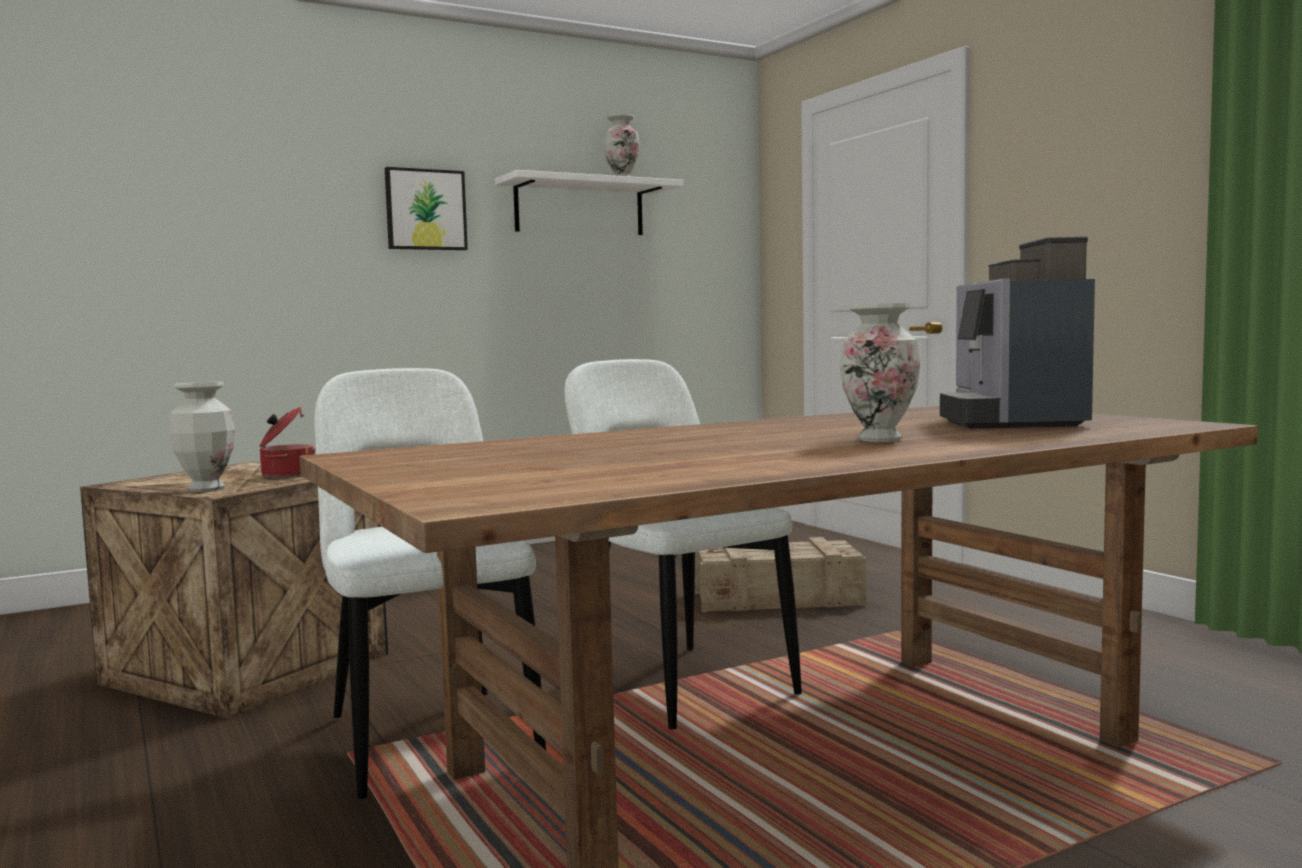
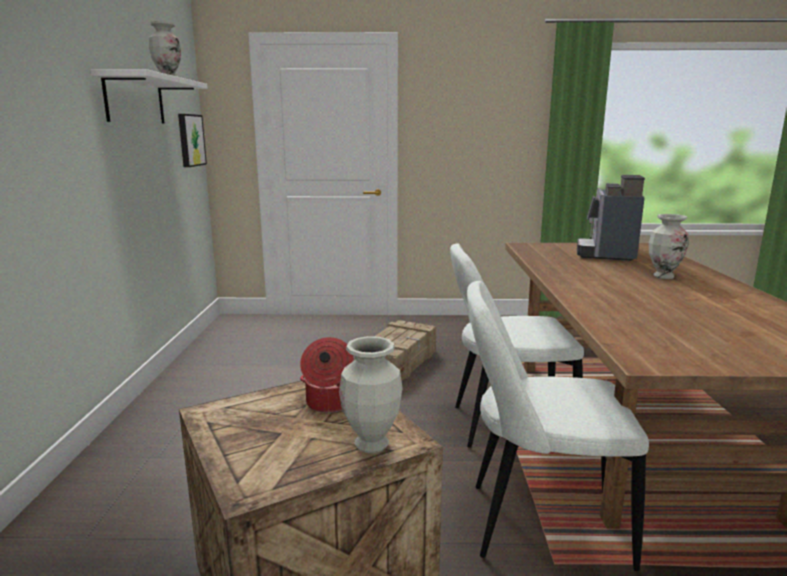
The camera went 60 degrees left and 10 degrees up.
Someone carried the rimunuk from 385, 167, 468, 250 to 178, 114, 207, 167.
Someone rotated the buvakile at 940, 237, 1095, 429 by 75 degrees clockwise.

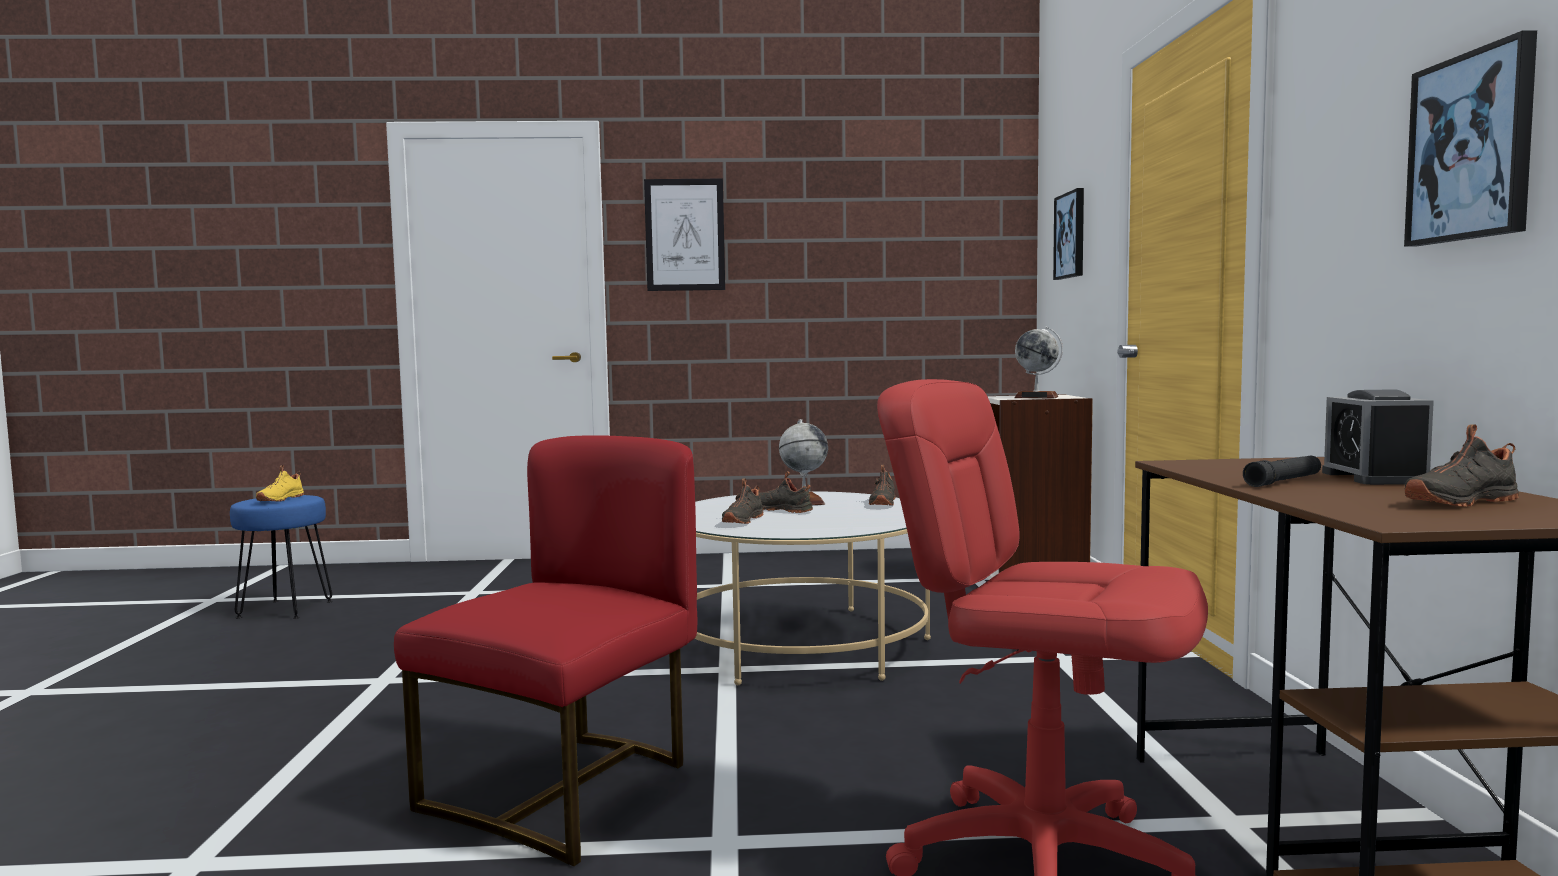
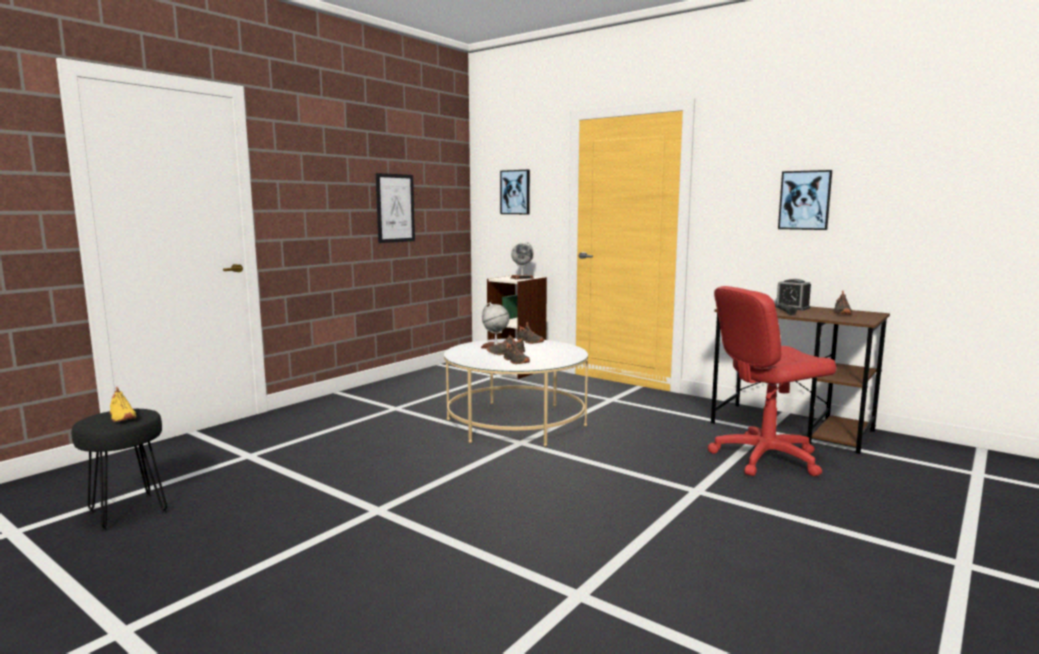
The camera went 50 degrees left and 5 degrees up.
Someone carried the rimunuk from 644, 179, 725, 291 to 376, 173, 415, 243.
Someone took away the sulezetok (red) at 394, 435, 697, 866.
Someone repainted the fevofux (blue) at 230, 495, 333, 619, which became the fevofux (black) at 72, 409, 168, 532.

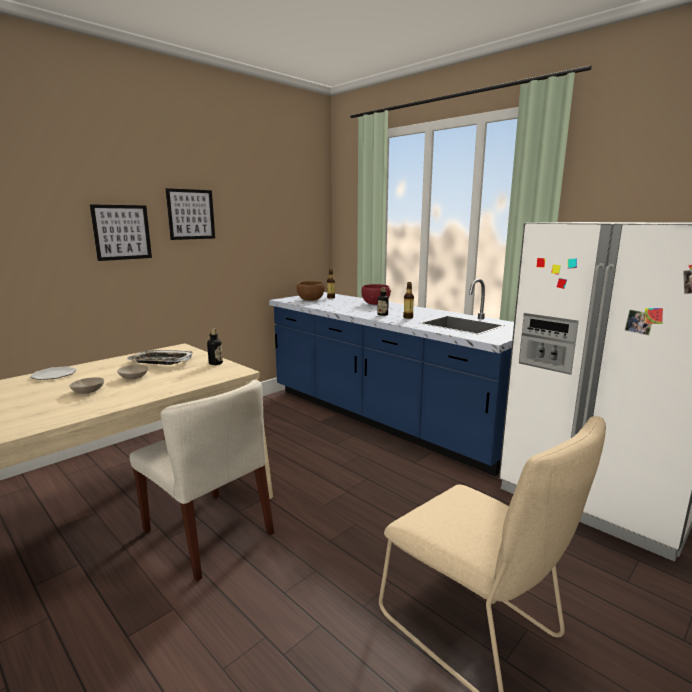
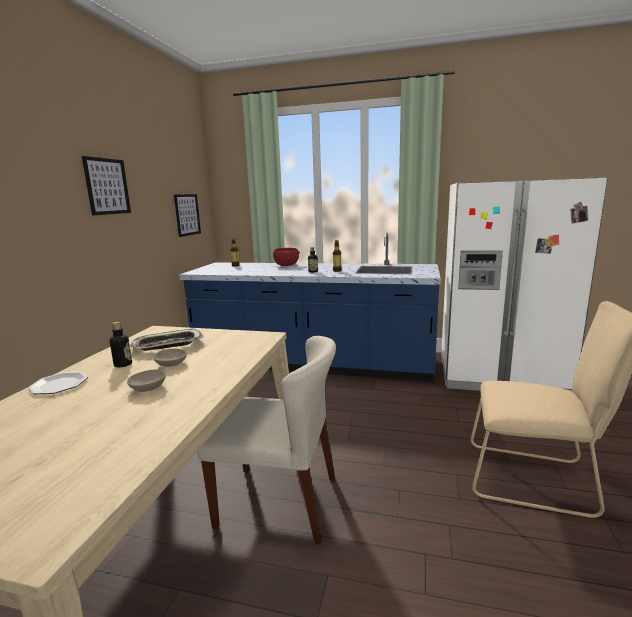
The camera went 30 degrees left and 0 degrees up.
Someone carried the rimunuk from 90, 204, 152, 261 to 174, 194, 201, 237.
Someone took away the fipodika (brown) at 297, 281, 325, 301.
Someone carried the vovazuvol from 207, 328, 223, 365 to 110, 322, 132, 367.

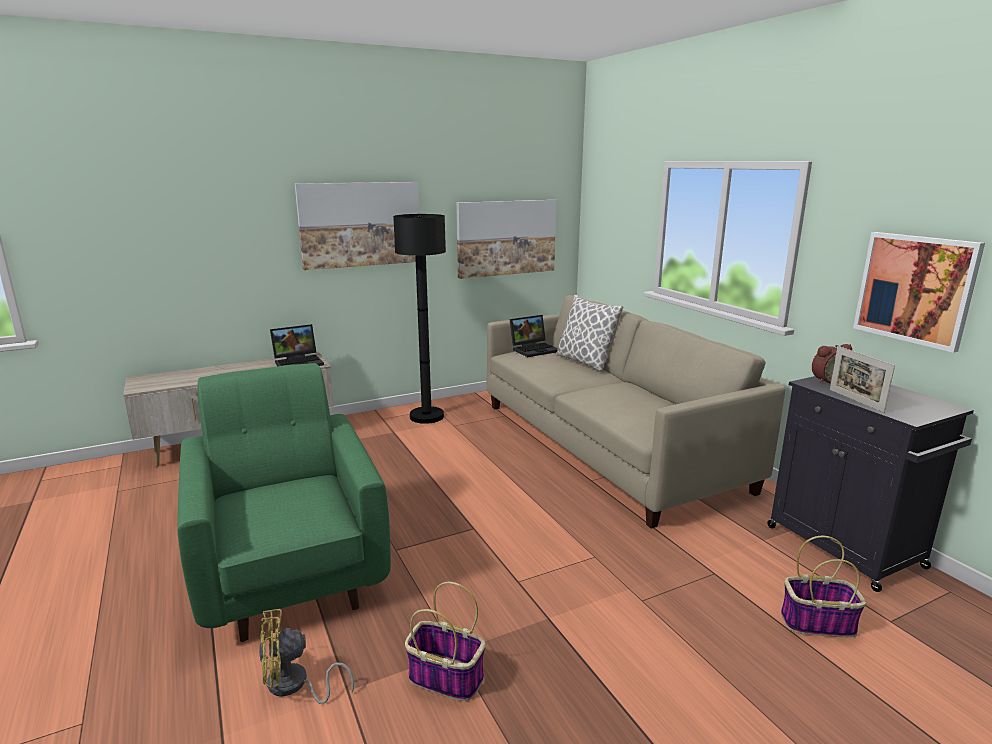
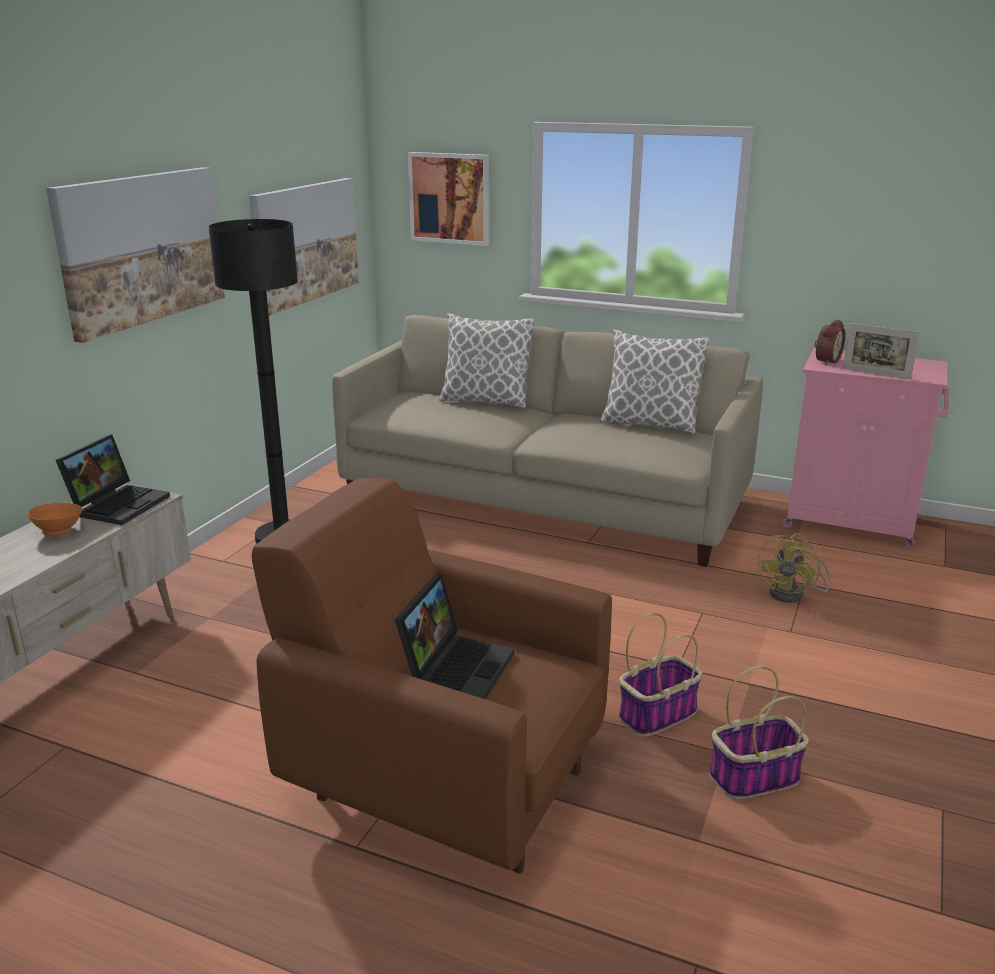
The camera went 40 degrees left and 5 degrees up.
Someone carried the rimunuk from 853, 232, 985, 353 to 408, 152, 489, 246.
Someone carried the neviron from 510, 315, 558, 357 to 395, 574, 515, 699.
Someone repainted the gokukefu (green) at 177, 363, 391, 642, which became the gokukefu (brown) at 252, 478, 612, 873.
Someone repainted the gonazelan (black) at 767, 376, 974, 592, which became the gonazelan (pink) at 782, 348, 949, 548.
Someone carried the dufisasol from 781, 536, 866, 638 to 619, 613, 702, 737.
Someone carried the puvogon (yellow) from 259, 609, 354, 704 to 757, 533, 830, 603.
Someone put down the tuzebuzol at 600, 329, 709, 434.
Someone put down the fipodika (orange) at 27, 502, 82, 536.

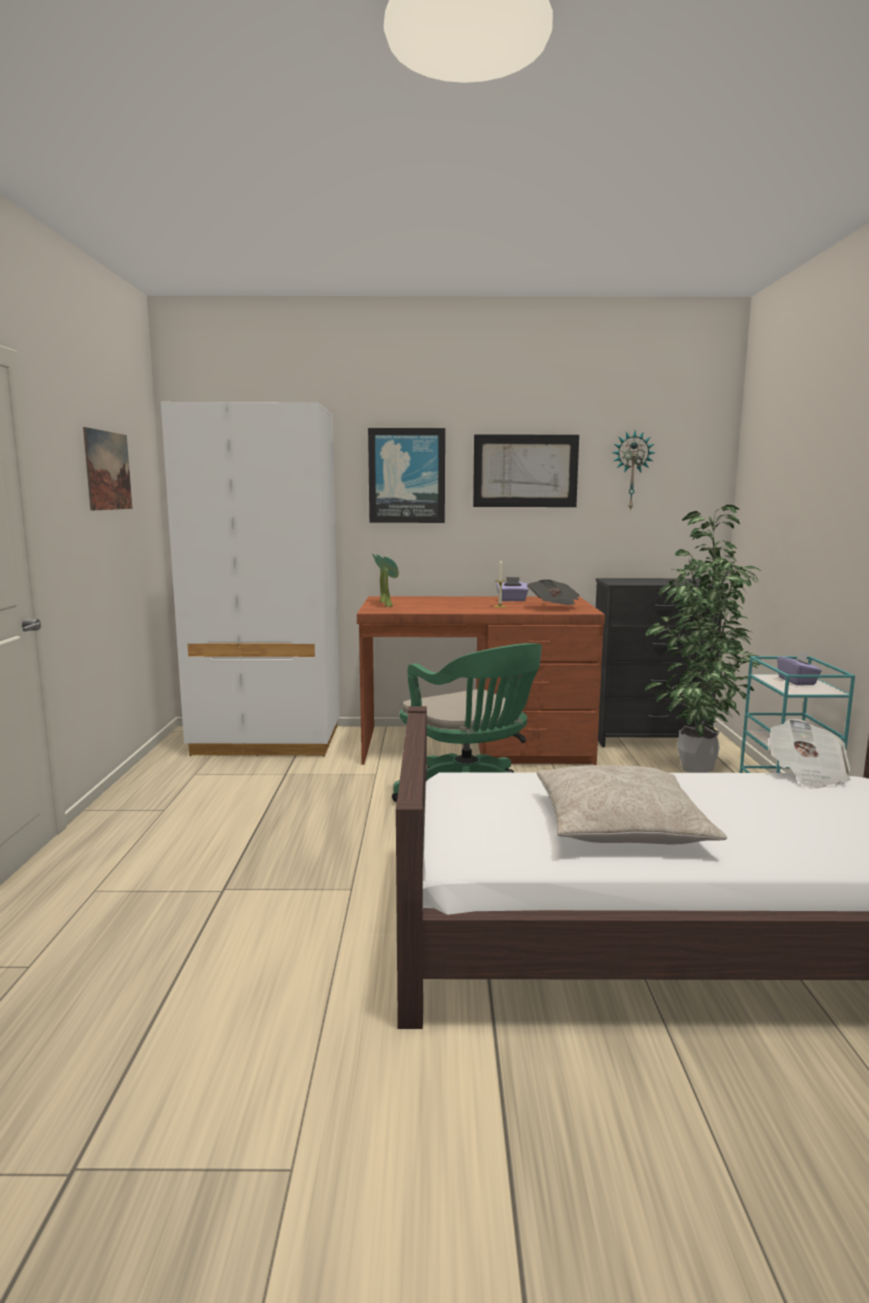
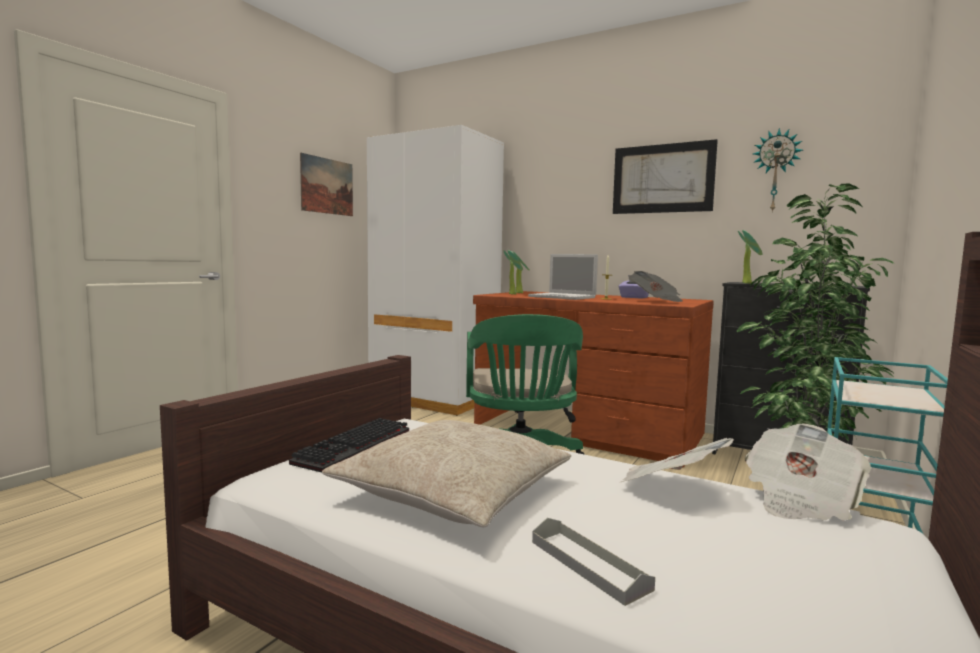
The camera went 30 degrees right and 5 degrees down.
Someone took away the rimunuk at 368, 428, 445, 523.
Someone took away the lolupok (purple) at 777, 650, 822, 685.
Someone put down the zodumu at 738, 230, 763, 284.
Someone put down the neviron at 528, 254, 598, 300.
Someone put down the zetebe at 289, 418, 409, 473.
Someone put down the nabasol at 619, 438, 734, 483.
Someone put down the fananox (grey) at 532, 518, 655, 606.

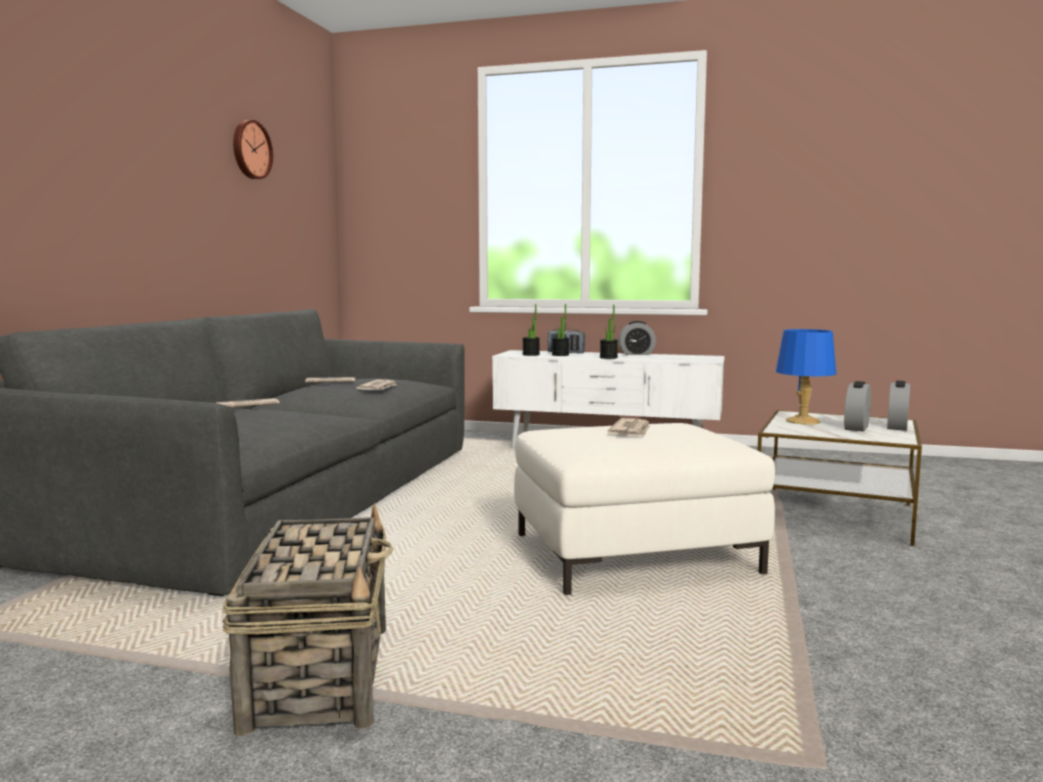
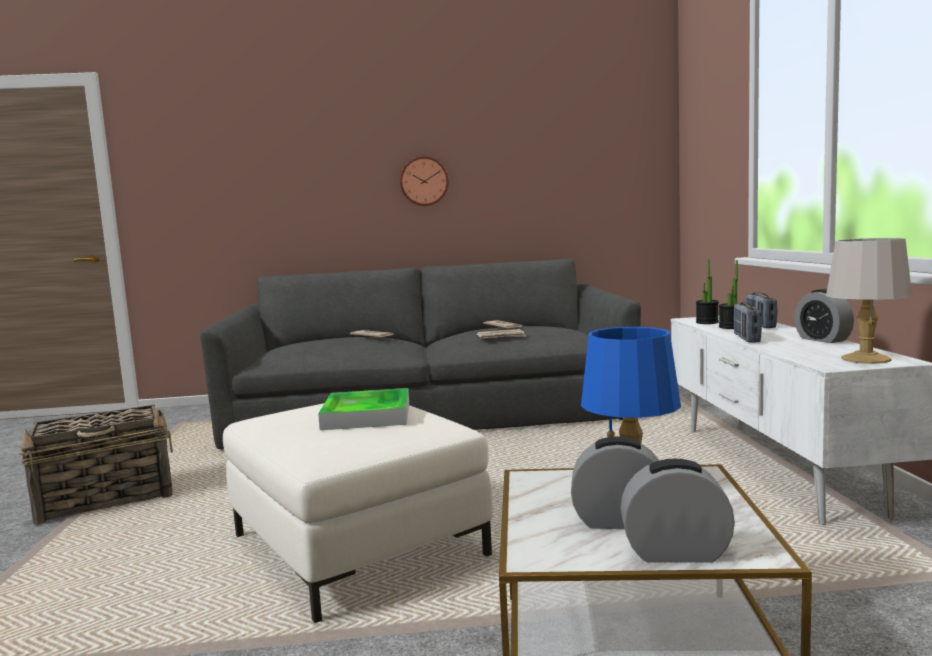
The camera went 70 degrees right and 0 degrees up.
Someone carried the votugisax from 233, 120, 273, 179 to 400, 156, 449, 206.
Someone swapped the zodumu at 600, 305, 618, 359 for the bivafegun at 734, 302, 762, 343.
Someone swapped the nabasol at 607, 418, 650, 436 for the fananox at 318, 388, 409, 430.
Someone put down the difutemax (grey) at 826, 238, 912, 364.

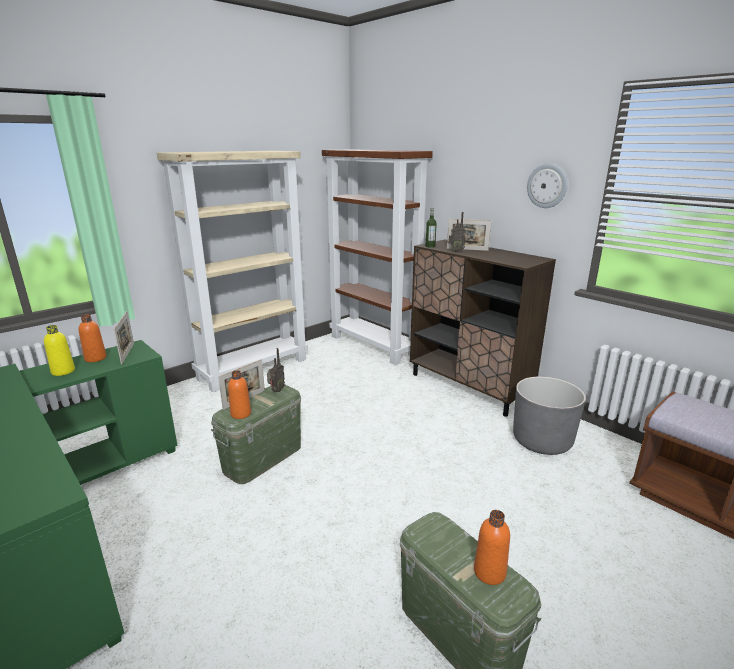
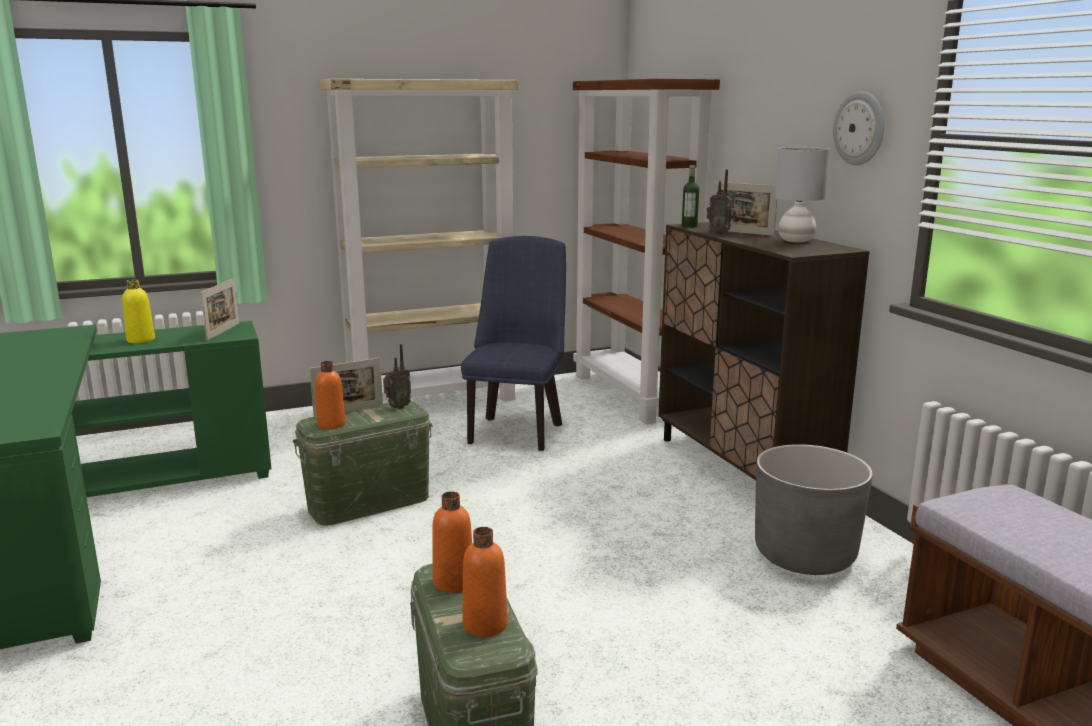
The camera went 20 degrees right and 5 degrees down.
Someone carried the vovazuvol (orange) from 79, 314, 106, 362 to 432, 491, 472, 593.
Someone put down the difutemax (grey) at 775, 147, 830, 243.
Someone put down the sulezetok (blue) at 461, 236, 566, 451.

